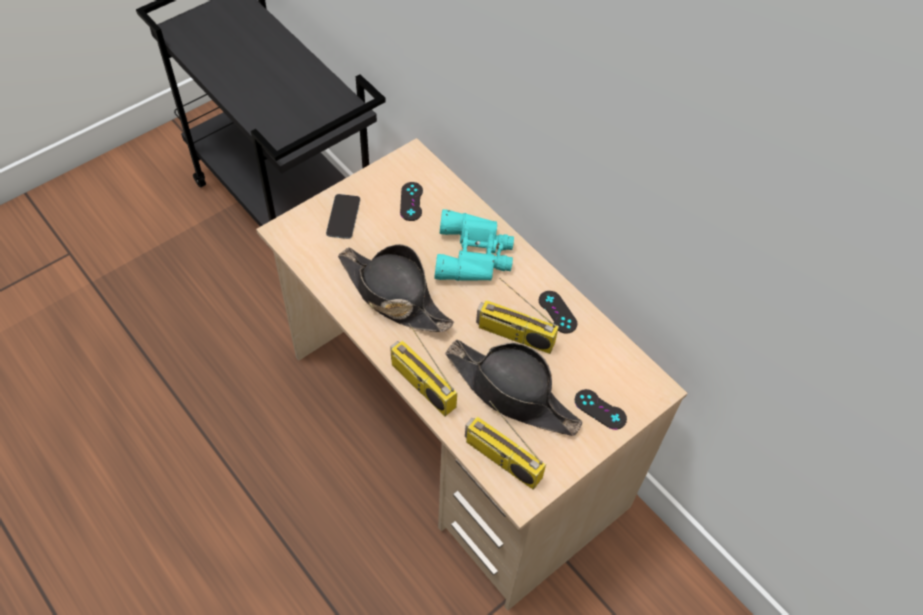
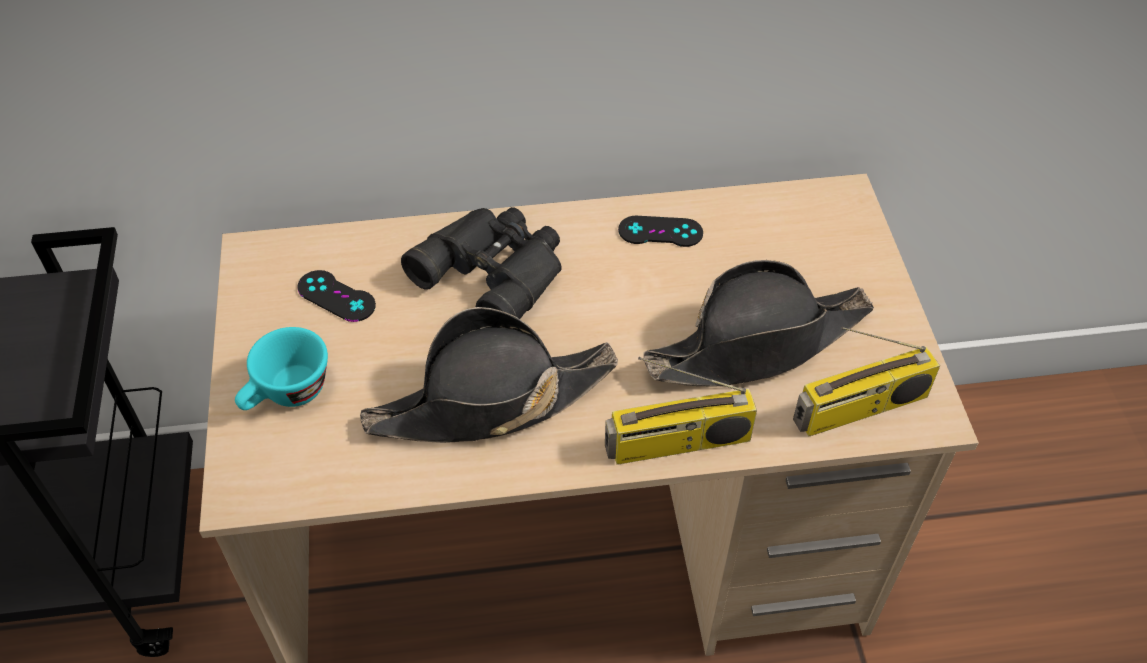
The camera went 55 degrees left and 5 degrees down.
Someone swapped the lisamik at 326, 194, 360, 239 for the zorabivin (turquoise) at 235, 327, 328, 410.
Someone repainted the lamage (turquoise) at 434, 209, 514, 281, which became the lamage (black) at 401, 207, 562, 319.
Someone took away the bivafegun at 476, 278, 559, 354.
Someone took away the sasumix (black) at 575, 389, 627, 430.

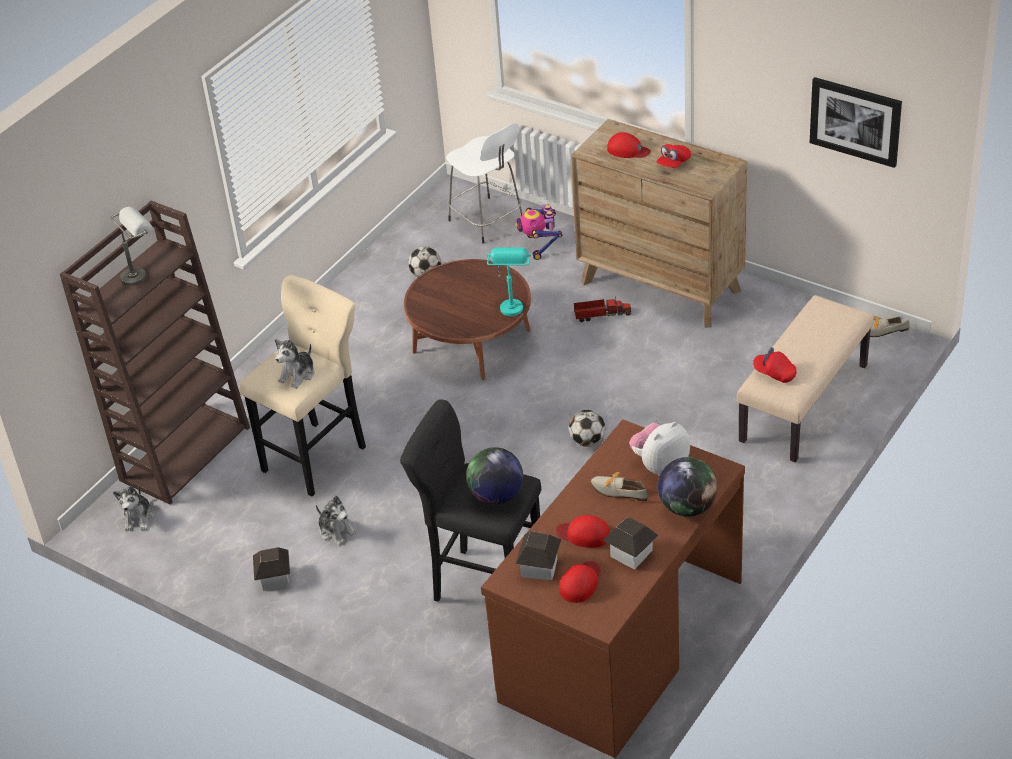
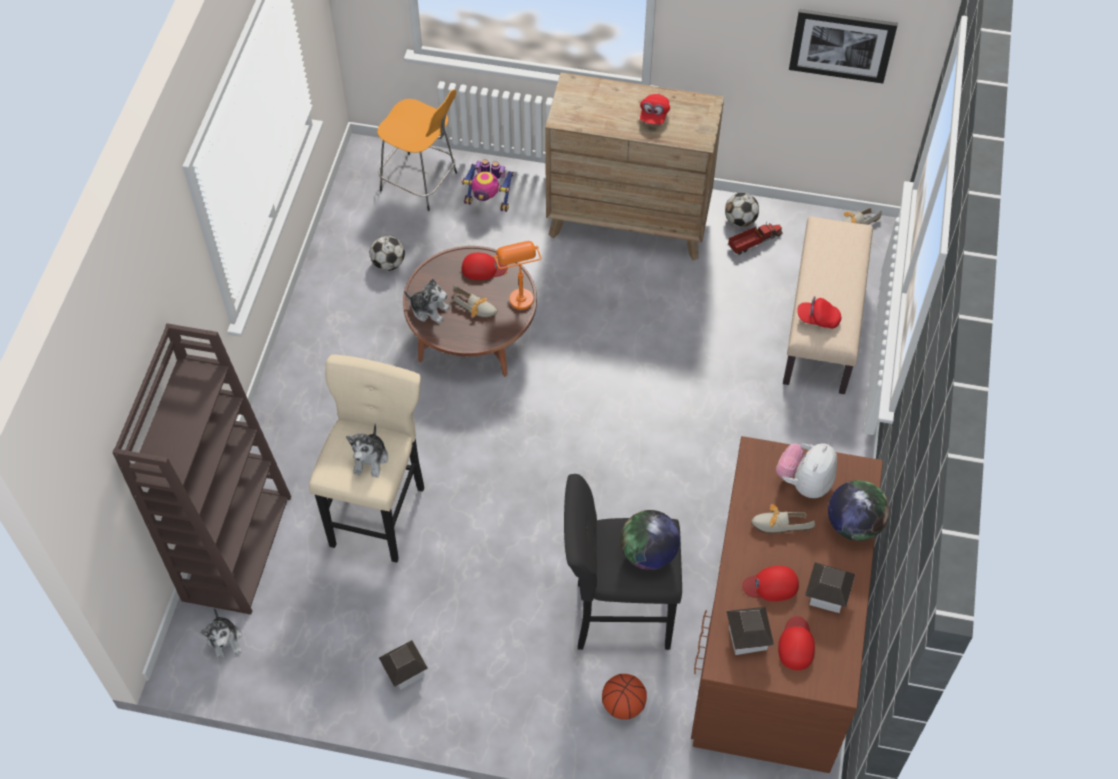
The camera went 25 degrees left and 15 degrees up.
Someone repainted the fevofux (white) at 446, 123, 523, 244, which became the fevofux (orange) at 377, 89, 457, 211.
Someone carried the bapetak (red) from 607, 132, 651, 158 to 462, 253, 508, 280.
Someone rotated the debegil at 516, 204, 562, 260 by 45 degrees counterclockwise.
Someone took away the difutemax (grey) at 111, 207, 154, 286.
Someone repainted the difutemax (turquoise) at 487, 247, 531, 316, which became the difutemax (orange) at 493, 241, 541, 310.
Someone carried the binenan from 574, 297, 632, 322 to 728, 223, 783, 255.
Someone carried the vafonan from 569, 410, 605, 447 to 725, 193, 759, 227.
Someone carried the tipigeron from 316, 496, 357, 545 to 404, 279, 450, 323.
Someone put down the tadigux at 453, 285, 498, 318.
Someone put down the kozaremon at 602, 674, 647, 720.

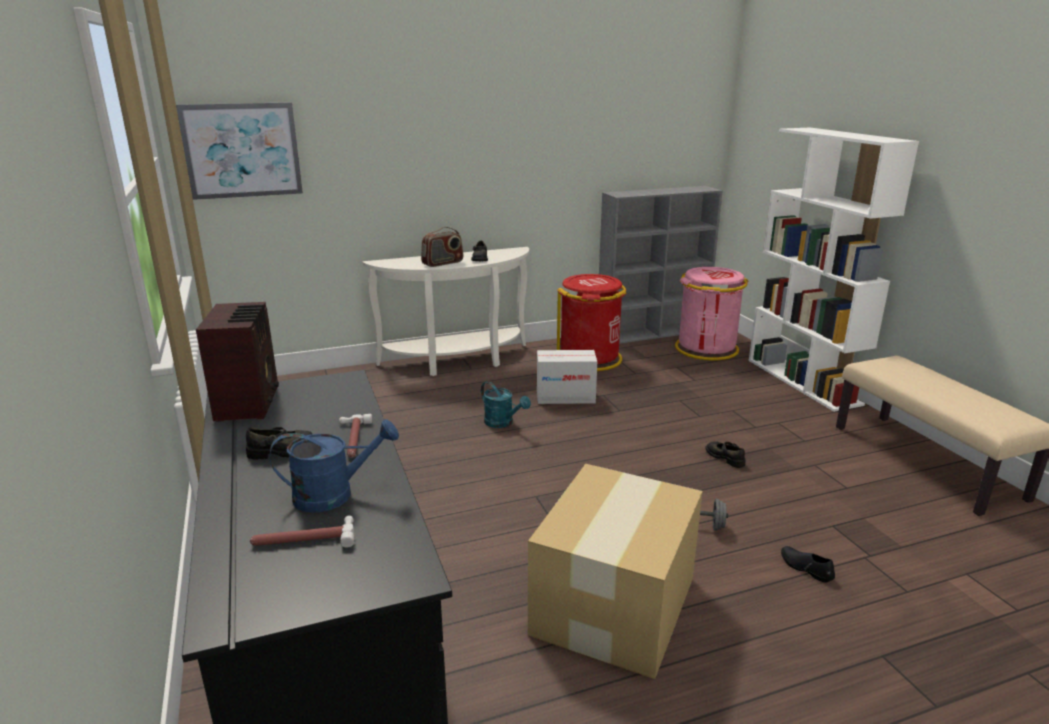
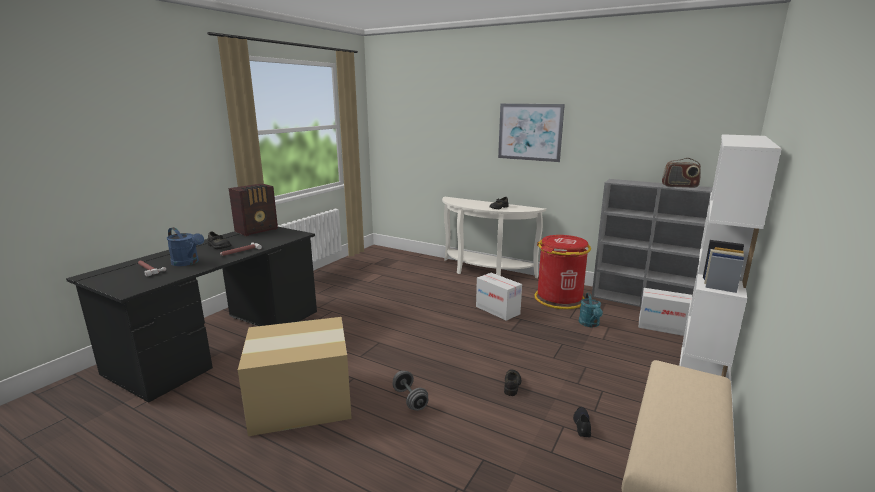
The camera went 50 degrees right and 5 degrees down.
Someone carried the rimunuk from 176, 102, 303, 200 to 498, 104, 565, 162.
Someone carried the bivafegun from 421, 227, 463, 267 to 662, 158, 701, 188.
Someone swapped the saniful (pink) at 675, 267, 749, 360 for the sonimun at 639, 288, 692, 336.
Someone carried the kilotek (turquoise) from 481, 381, 531, 428 to 579, 293, 603, 327.
Someone carried the tadigux (black) from 781, 546, 835, 583 to 573, 407, 591, 437.

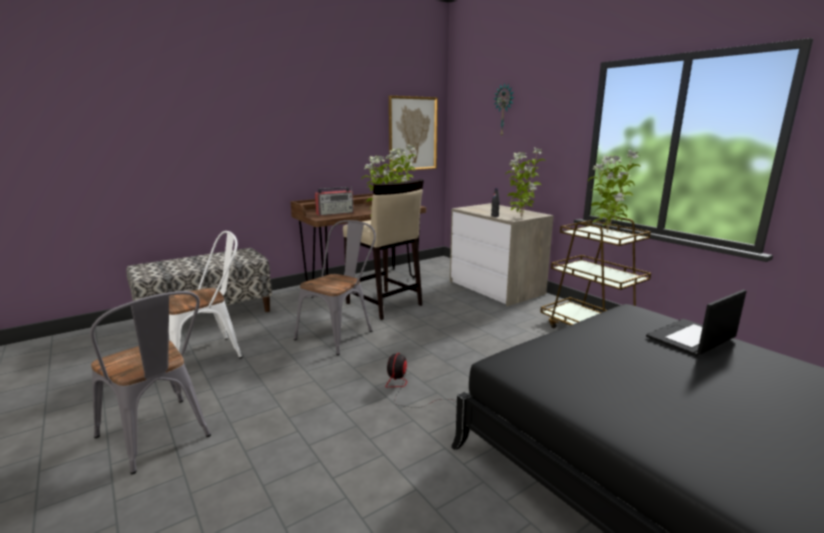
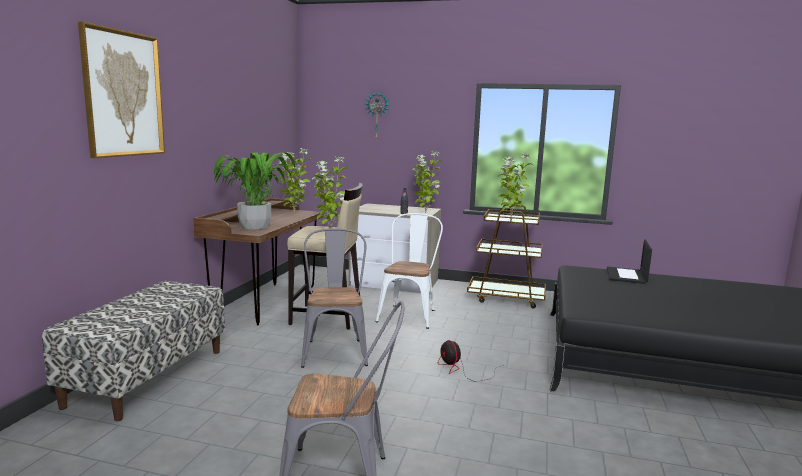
The camera went 40 degrees left and 5 degrees down.
Someone carried the rimunuk from 389, 96, 438, 172 to 78, 22, 165, 158.
Someone swapped the bivafegun at 315, 186, 354, 216 for the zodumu at 214, 152, 295, 229.
Someone carried the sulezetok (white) from 169, 231, 243, 358 to 376, 213, 443, 329.

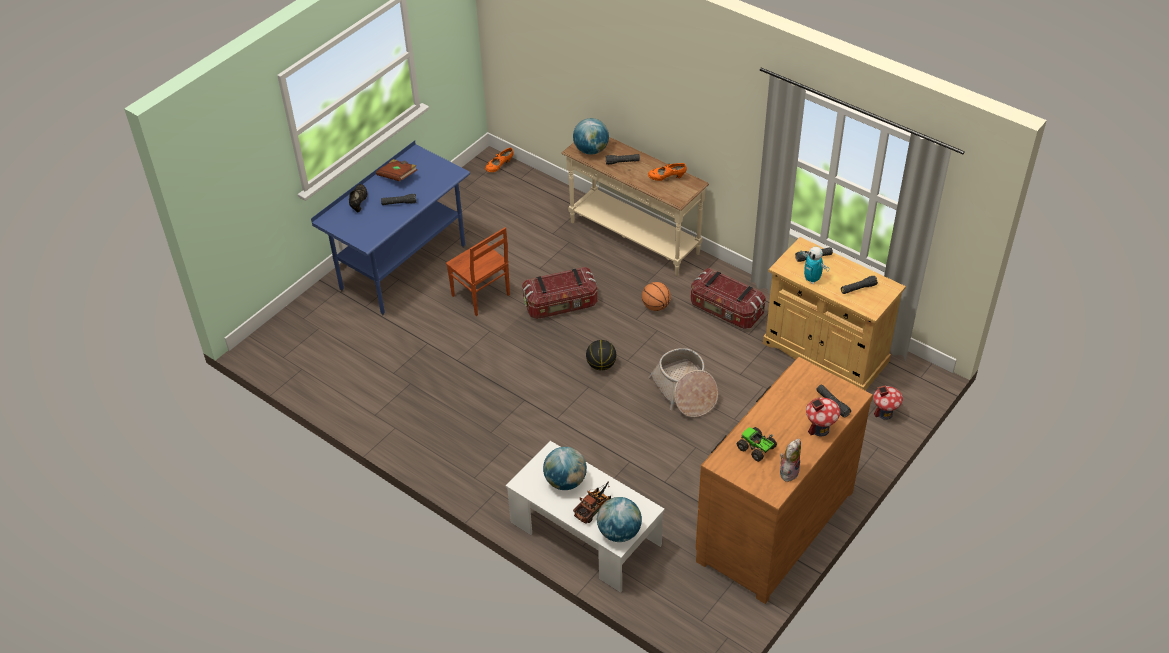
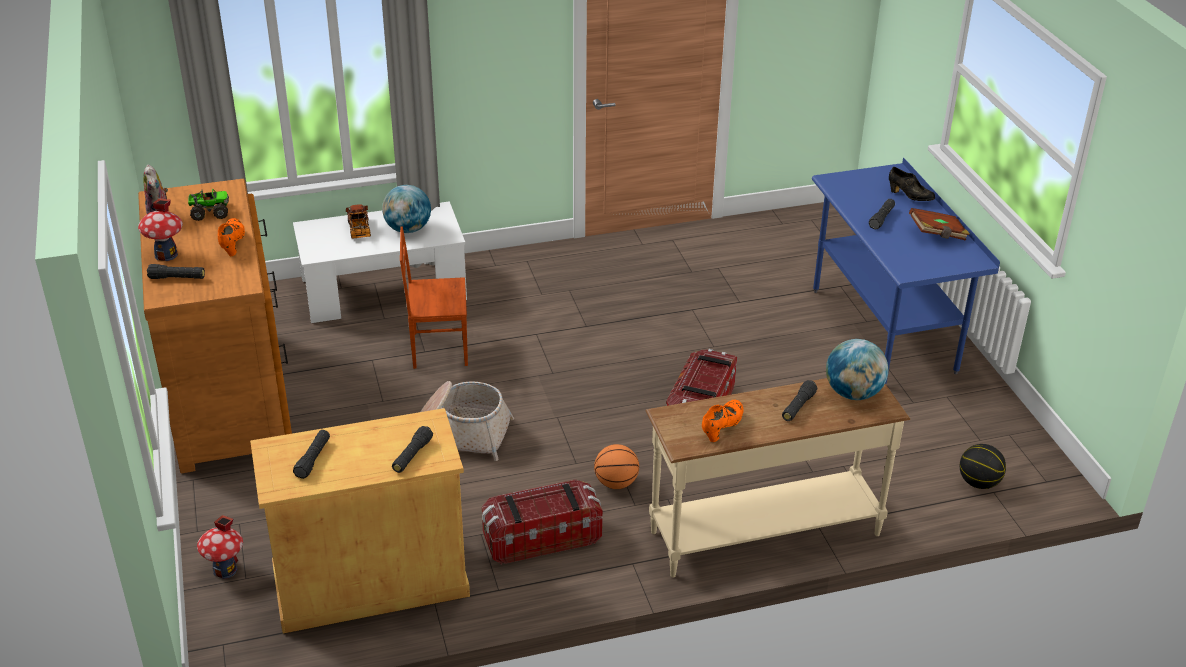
The camera went 125 degrees right and 10 degrees down.
Someone carried the tadigux (orange) from 485, 148, 514, 172 to 218, 218, 245, 256.
Someone carried the sulezetok (brown) from 446, 227, 510, 316 to 400, 227, 468, 369.
Someone took away the debegil at 800, 247, 829, 284.
Someone carried the kozaremon from 586, 340, 616, 370 to 960, 444, 1006, 489.
Someone took away the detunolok at 597, 497, 642, 542.

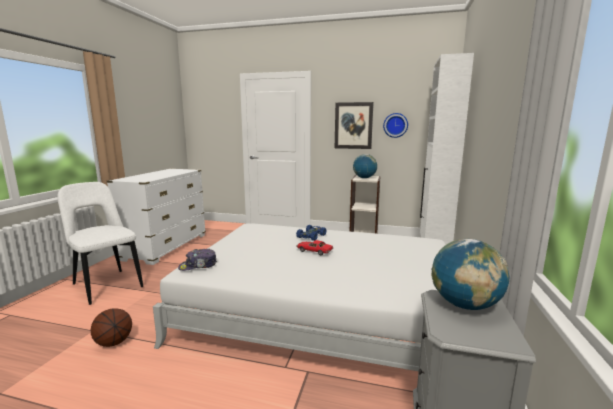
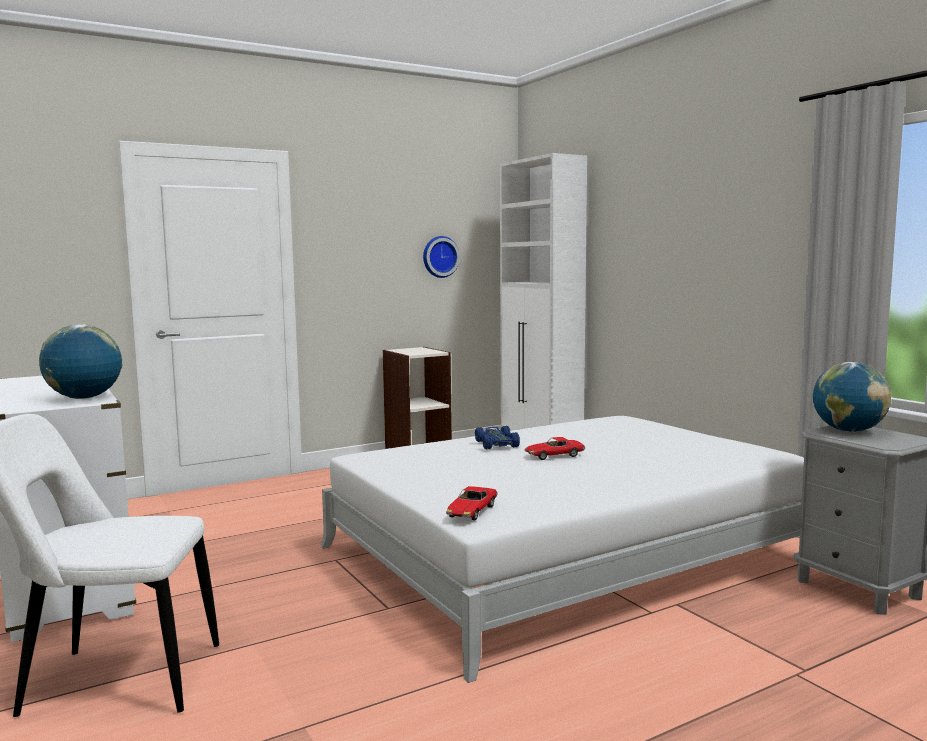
The camera went 45 degrees left and 5 degrees down.
Someone took away the rimunuk at 335, 102, 374, 149.
Someone carried the detunolok from 353, 154, 377, 178 to 39, 324, 123, 399.
Someone swapped the bapetak at 178, 249, 217, 271 for the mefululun at 446, 486, 498, 521.
Someone took away the kozaremon at 91, 308, 132, 347.

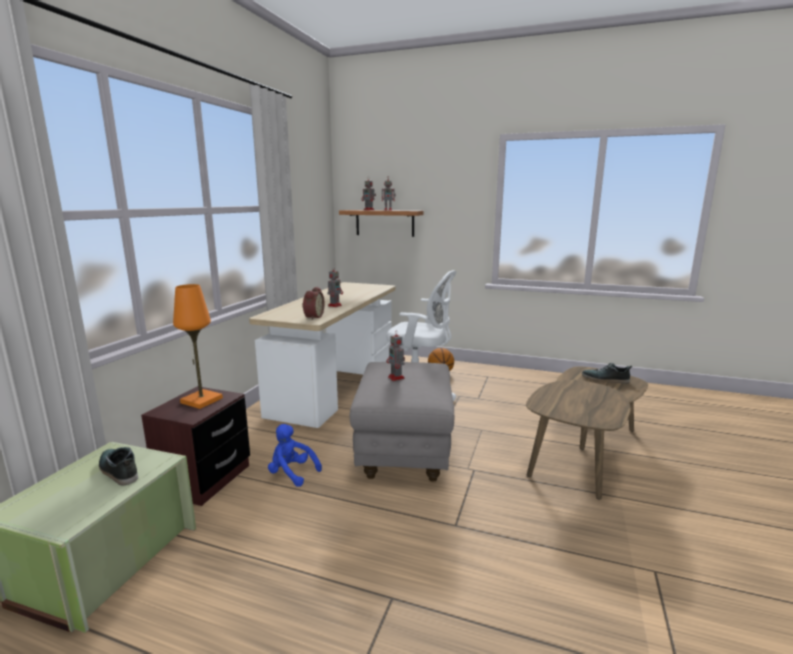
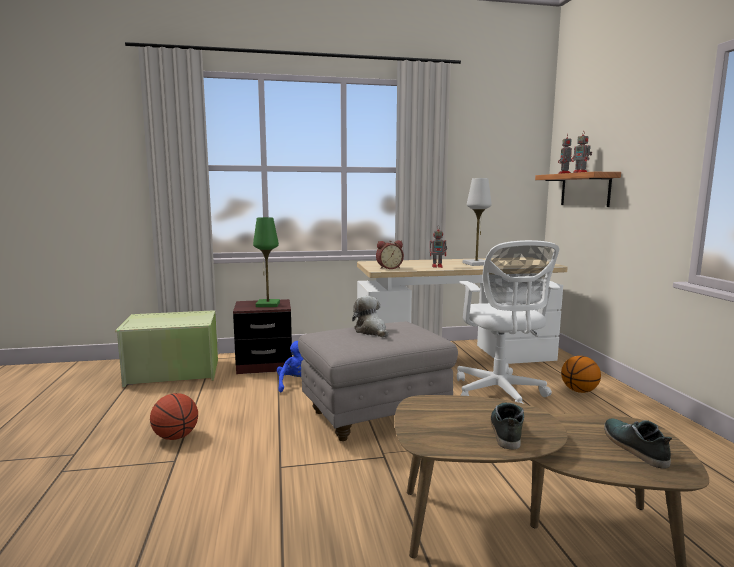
The camera went 60 degrees right and 5 degrees down.
Someone repainted the difutemax (orange) at 173, 284, 223, 409, which became the difutemax (green) at 253, 217, 280, 307.
Someone swapped the debegil at 386, 330, 405, 381 for the tipigeron at 352, 296, 388, 338.
Someone carried the tadigux from 99, 447, 138, 485 to 491, 403, 524, 450.
Someone put down the difutemax (white) at 463, 178, 492, 266.
Someone put down the kozaremon at 150, 393, 198, 440.

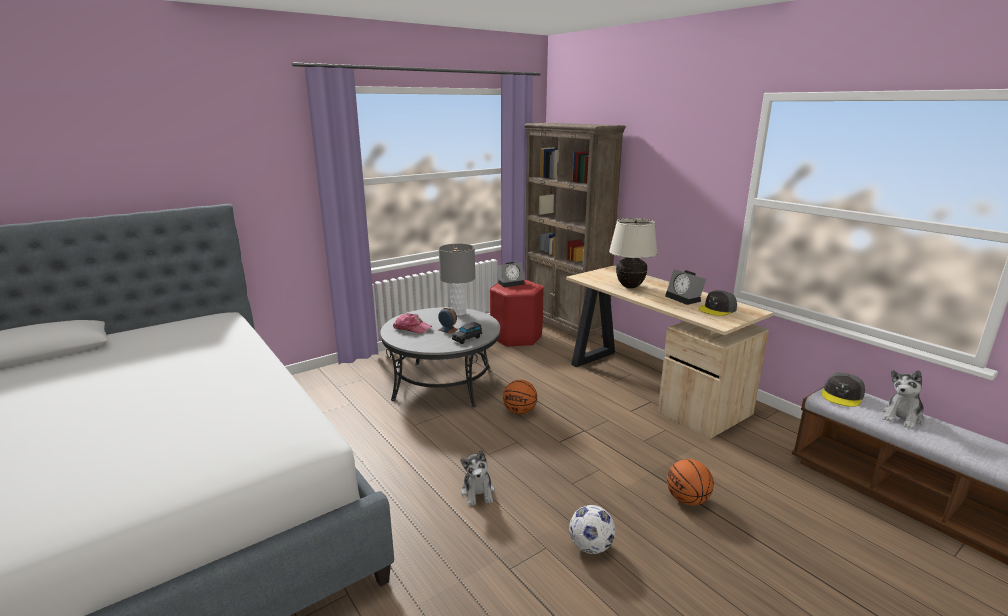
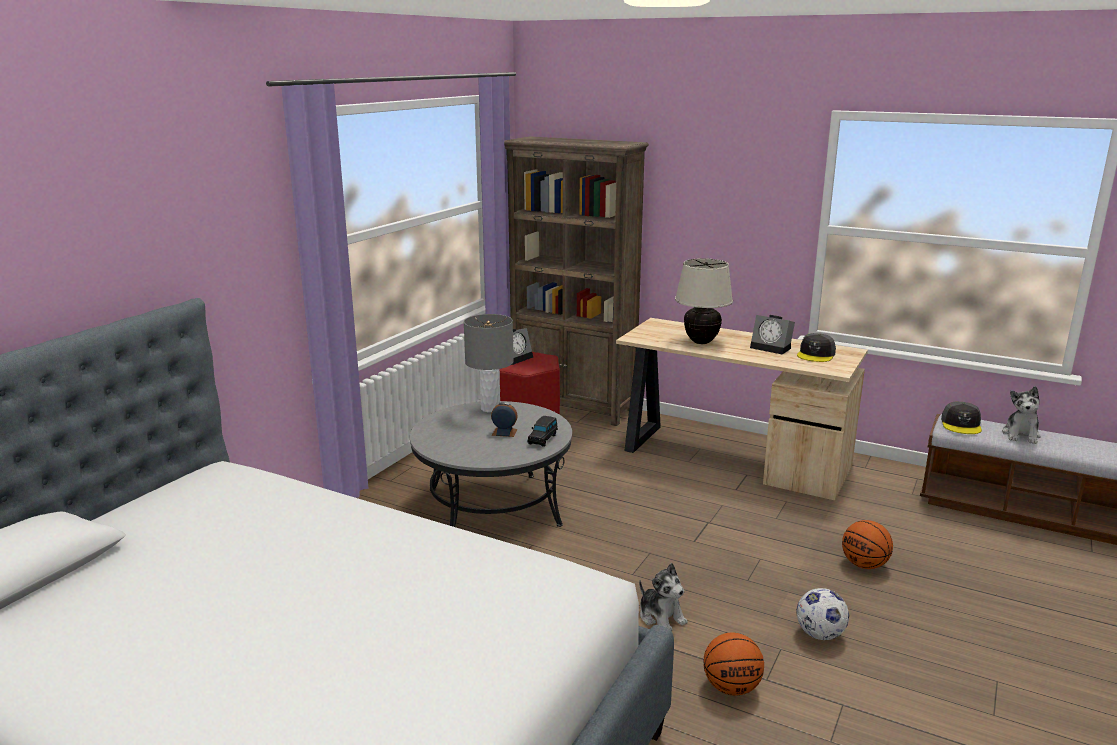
The camera went 25 degrees left and 0 degrees up.
Someone took away the bapetak at 393, 313, 432, 334.
Someone carried the kozaremon from 503, 380, 537, 414 to 703, 633, 764, 696.

